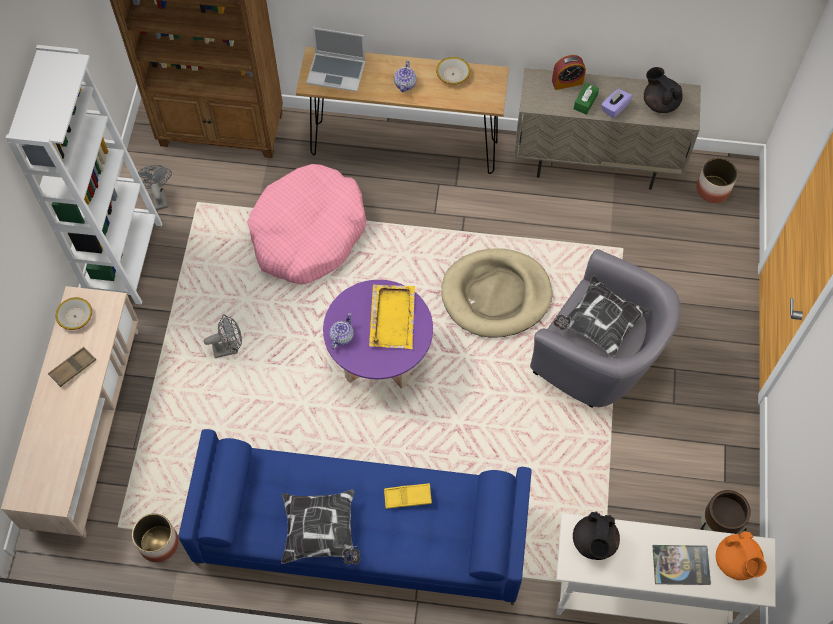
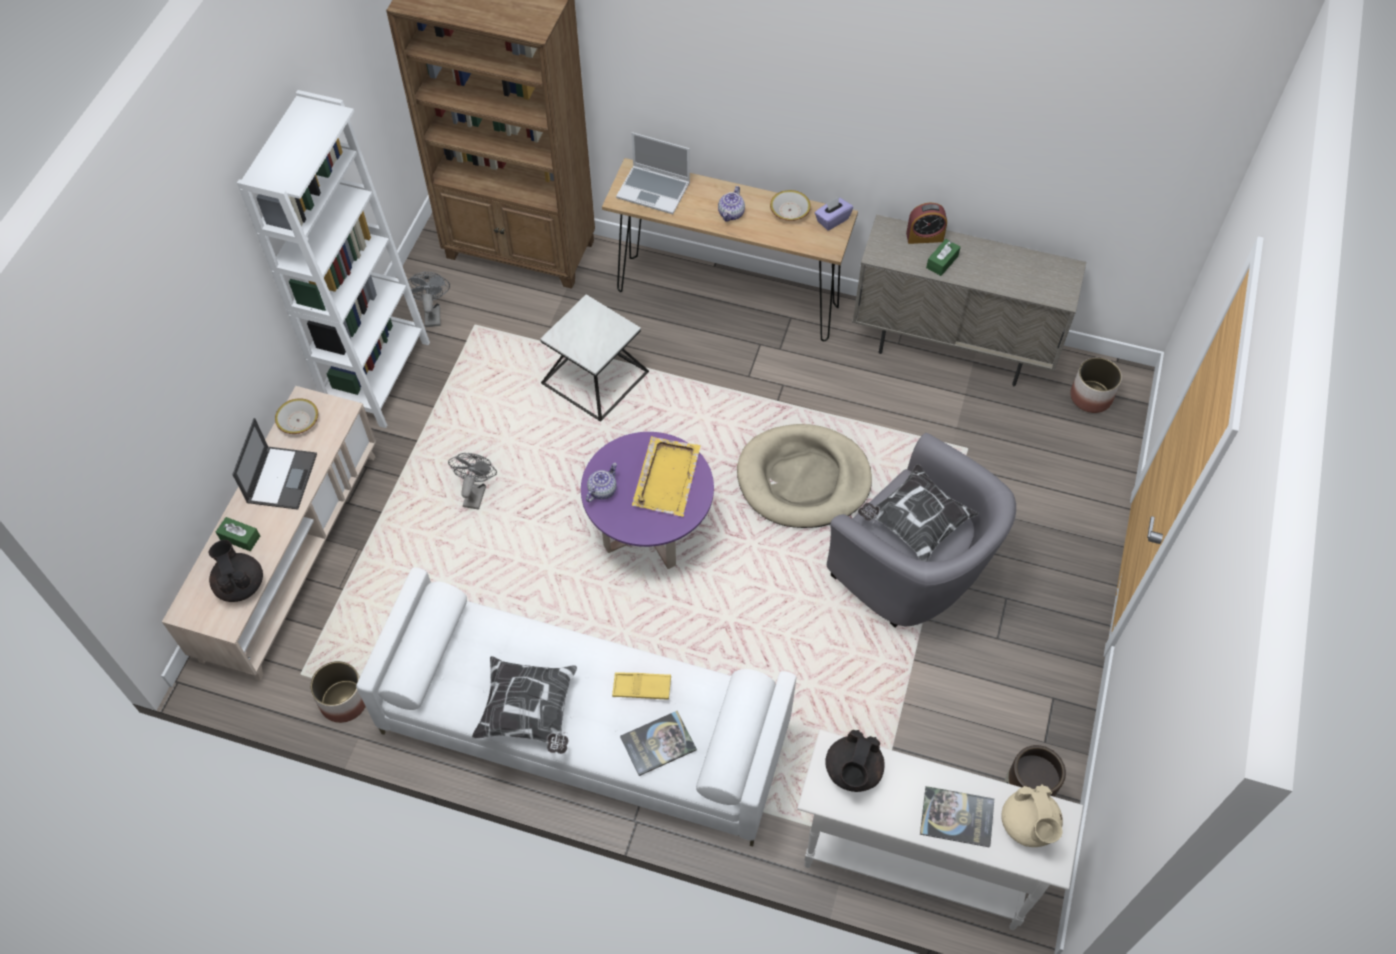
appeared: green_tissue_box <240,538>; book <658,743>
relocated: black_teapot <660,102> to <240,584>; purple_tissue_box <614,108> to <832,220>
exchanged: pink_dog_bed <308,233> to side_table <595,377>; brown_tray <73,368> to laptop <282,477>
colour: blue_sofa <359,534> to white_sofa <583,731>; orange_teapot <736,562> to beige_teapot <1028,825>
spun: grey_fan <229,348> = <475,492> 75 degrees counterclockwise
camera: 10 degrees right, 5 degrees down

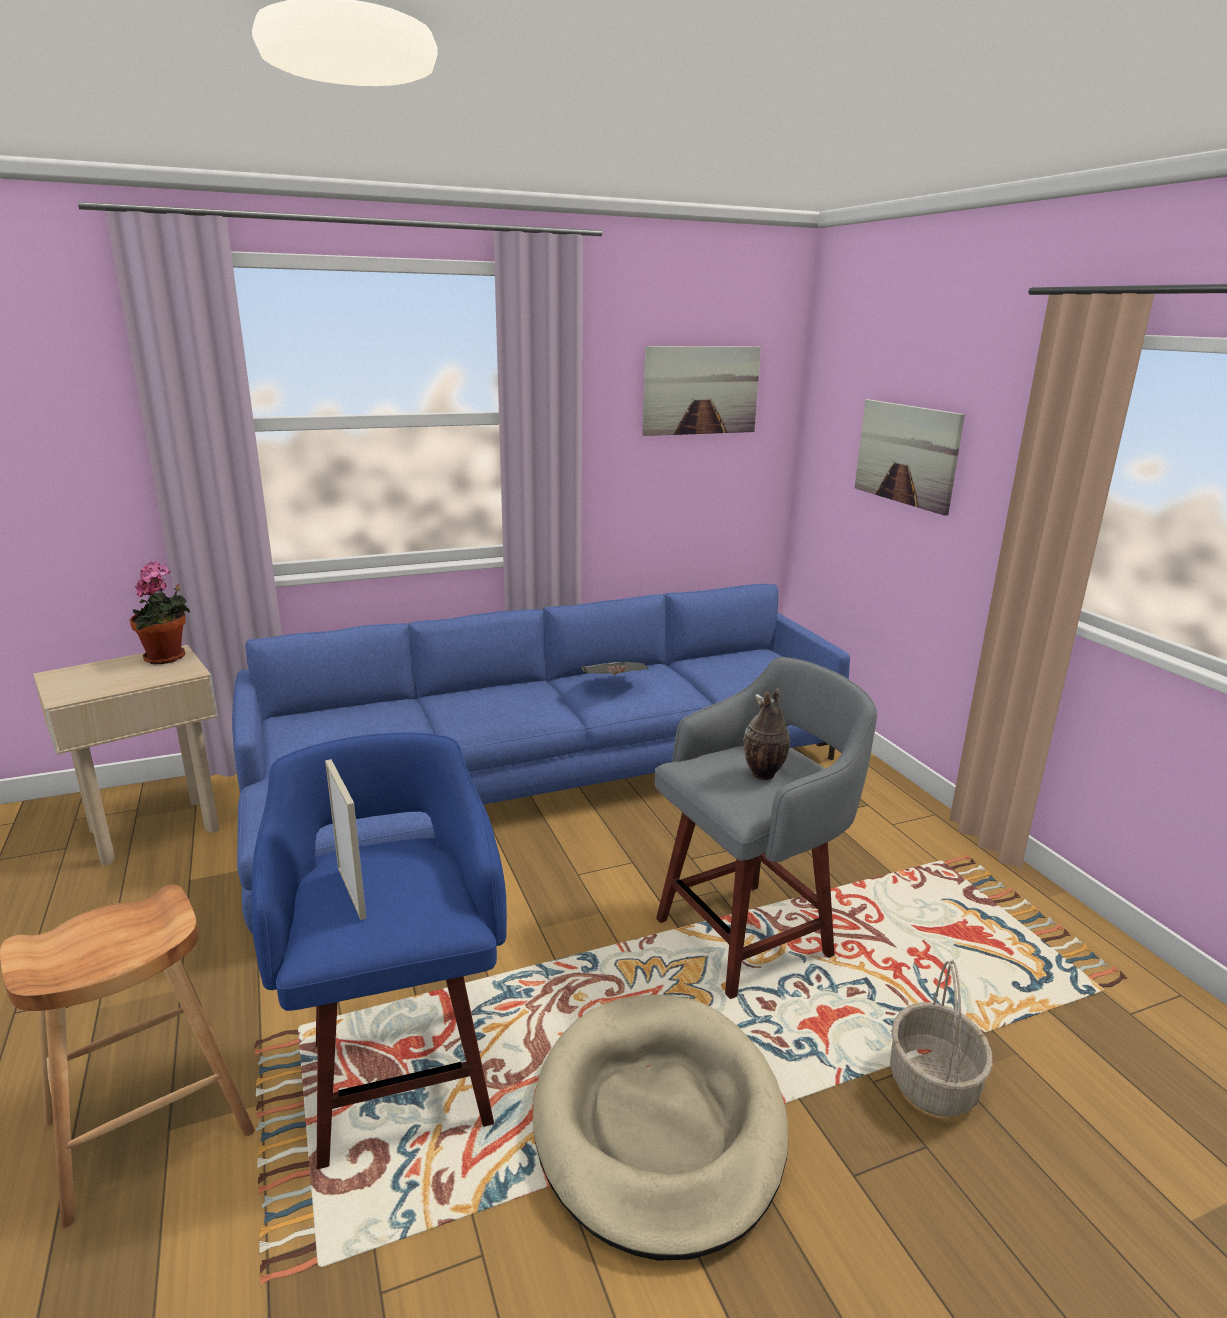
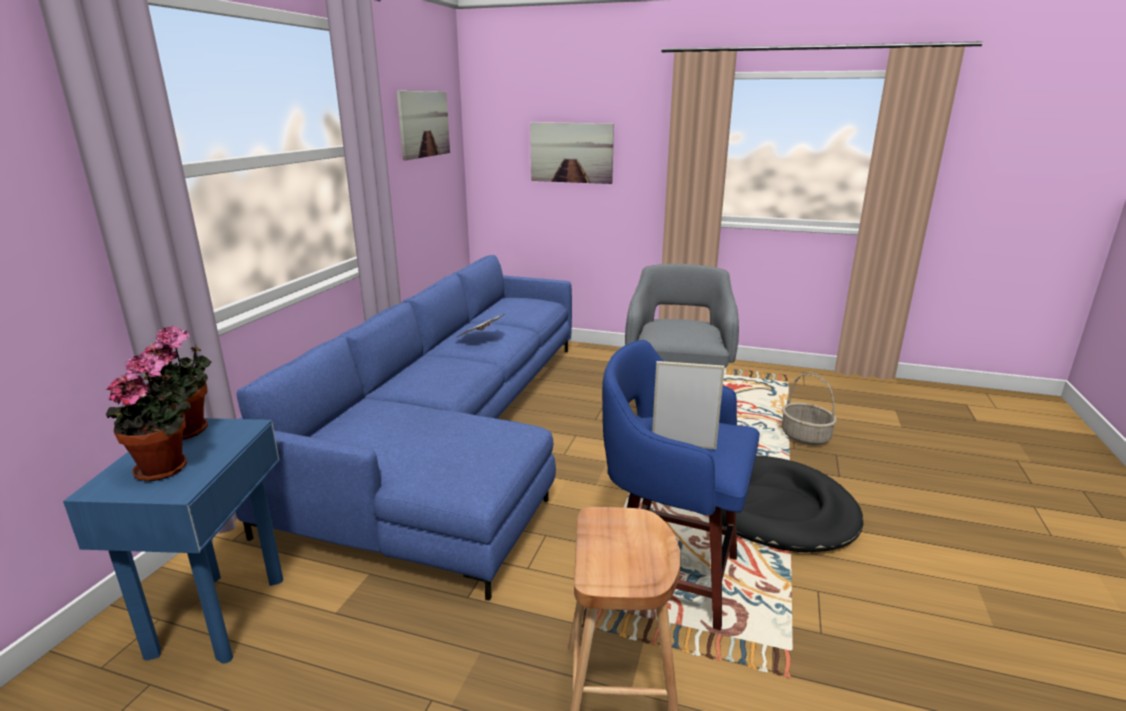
missing: vase <762,775>
appeared: potted_plant <166,467>
colour: beige_side_table <155,830> to blue_side_table <220,615>; beige_dog_bed <658,1123> to black_dog_bed <775,508>
camera: 50 degrees left, 0 degrees up

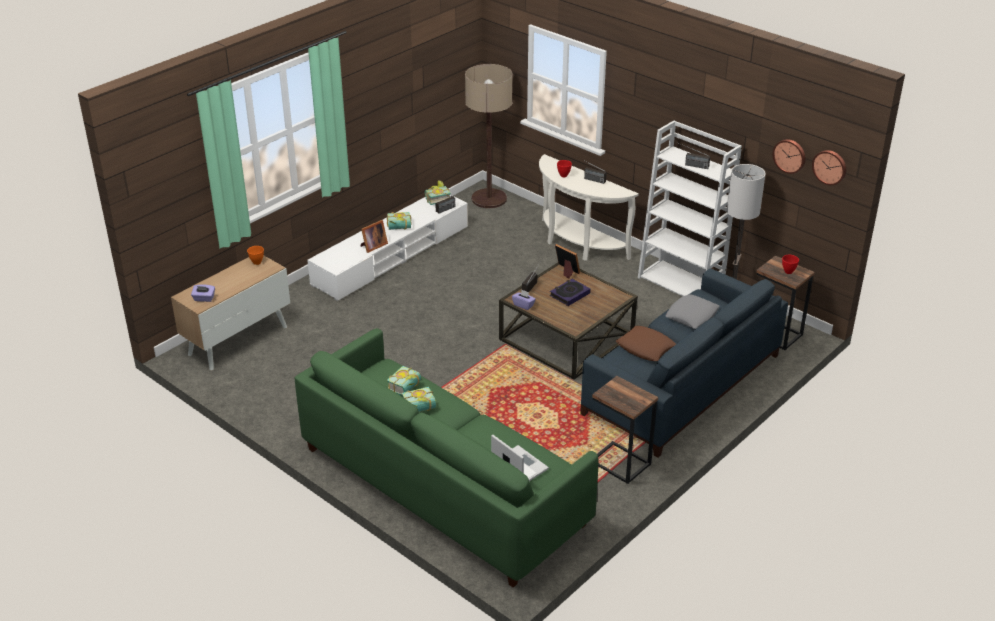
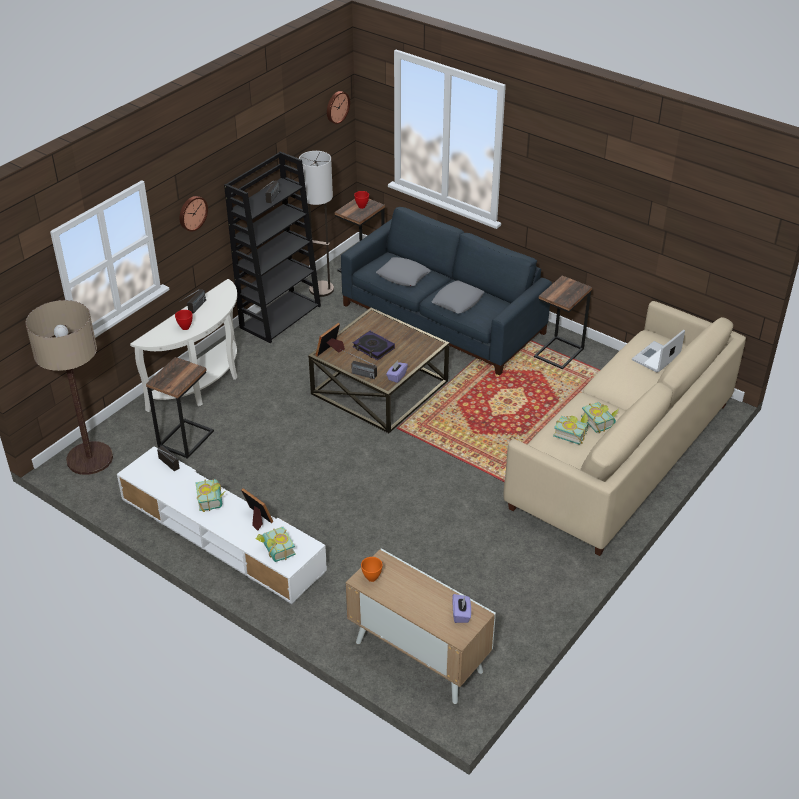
appeared: side_table <185,439>
relocated: wall_clock <790,155> to <192,213>; book <437,199> to <275,551>
colour: white_bookcase <681,283> to black_bookcase <280,316>; brown_pillow <646,348> to grey_pillow <458,301>; green_sofa <442,486> to beige_sofa <622,455>
camera: 95 degrees left, 5 degrees up

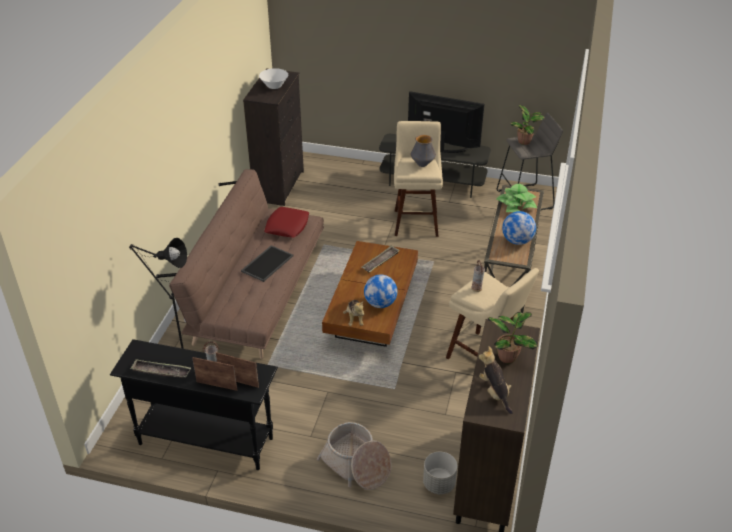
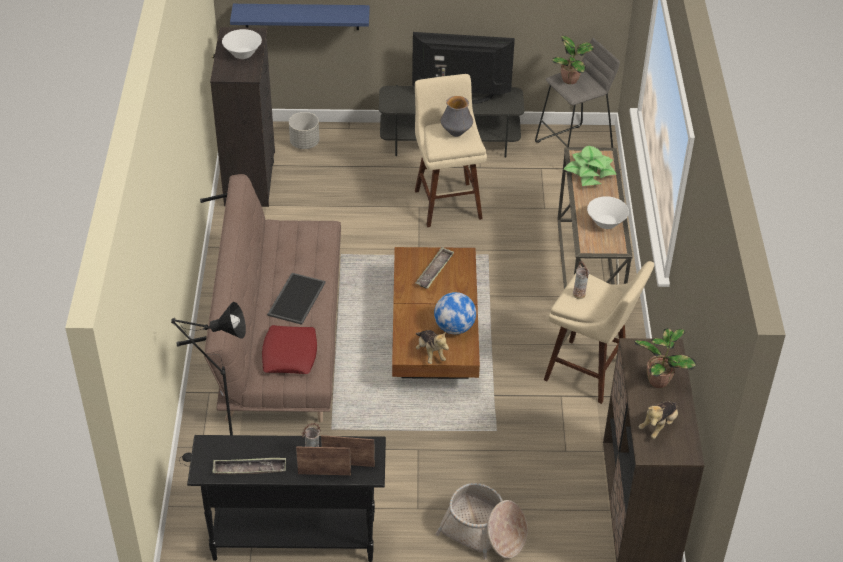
appeared: blue_shelf <301,16>
relocated: red_pillow <287,226> to <289,354>; grey_planter <439,483> to <305,143>
exchanged: globe <517,241> to white_bowl <606,223>
spun: plush_toy <494,392> = <658,425> 105 degrees counterclockwise
camera: 15 degrees left, 5 degrees up

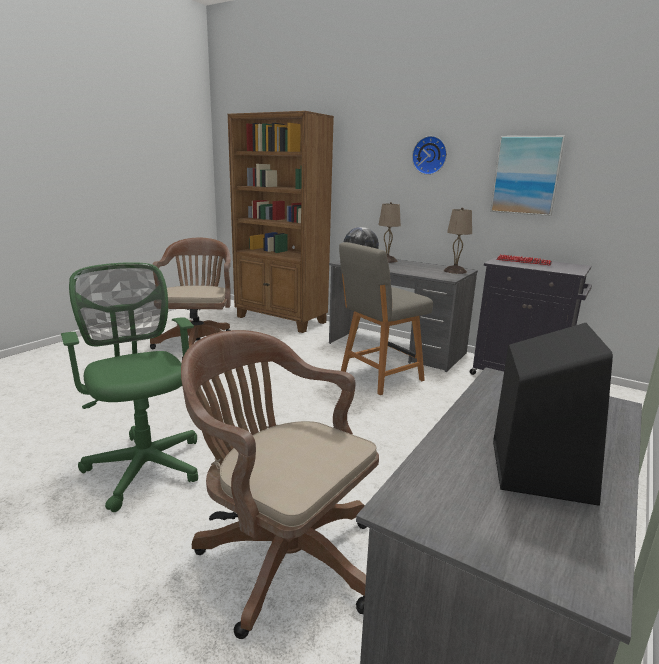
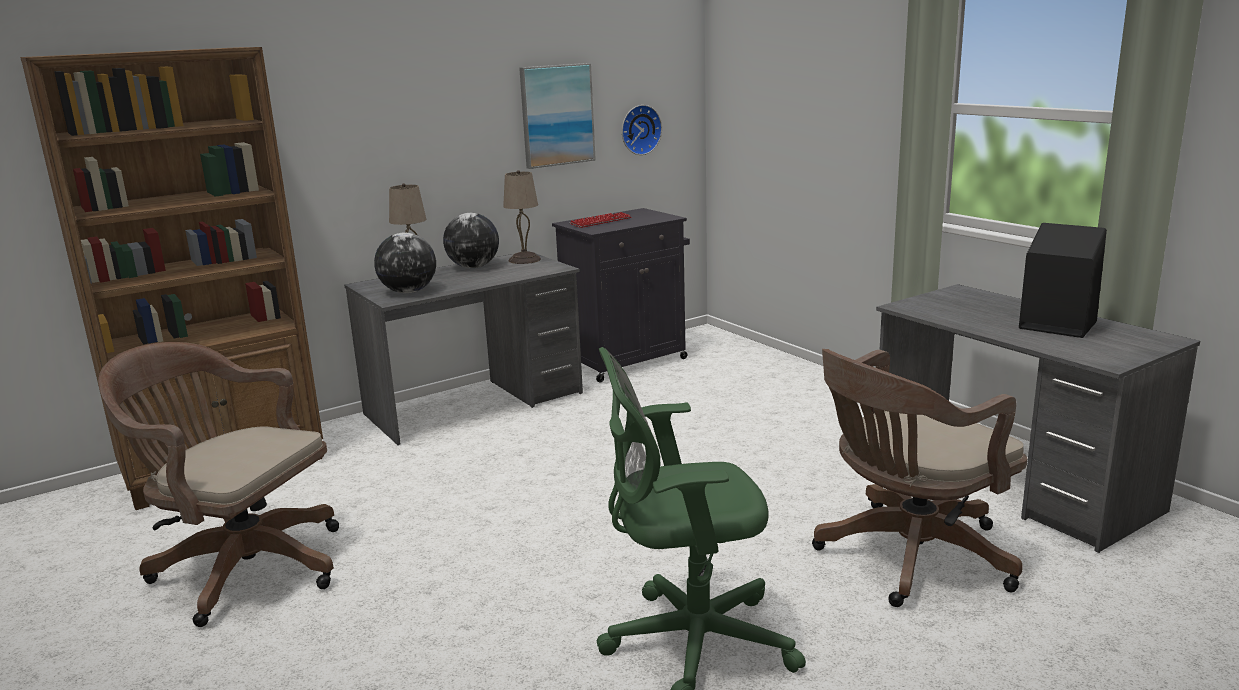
missing: grey_chair <379,377>
appeared: globe <473,267>
relocated: wall_clock <430,155> to <639,129>
camera: 65 degrees left, 0 degrees up

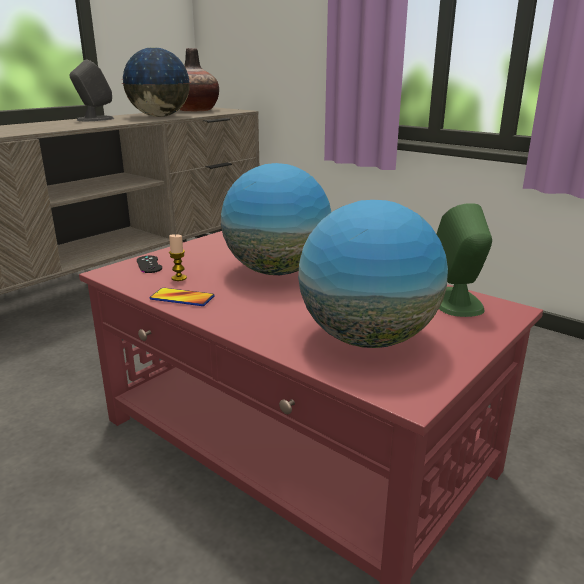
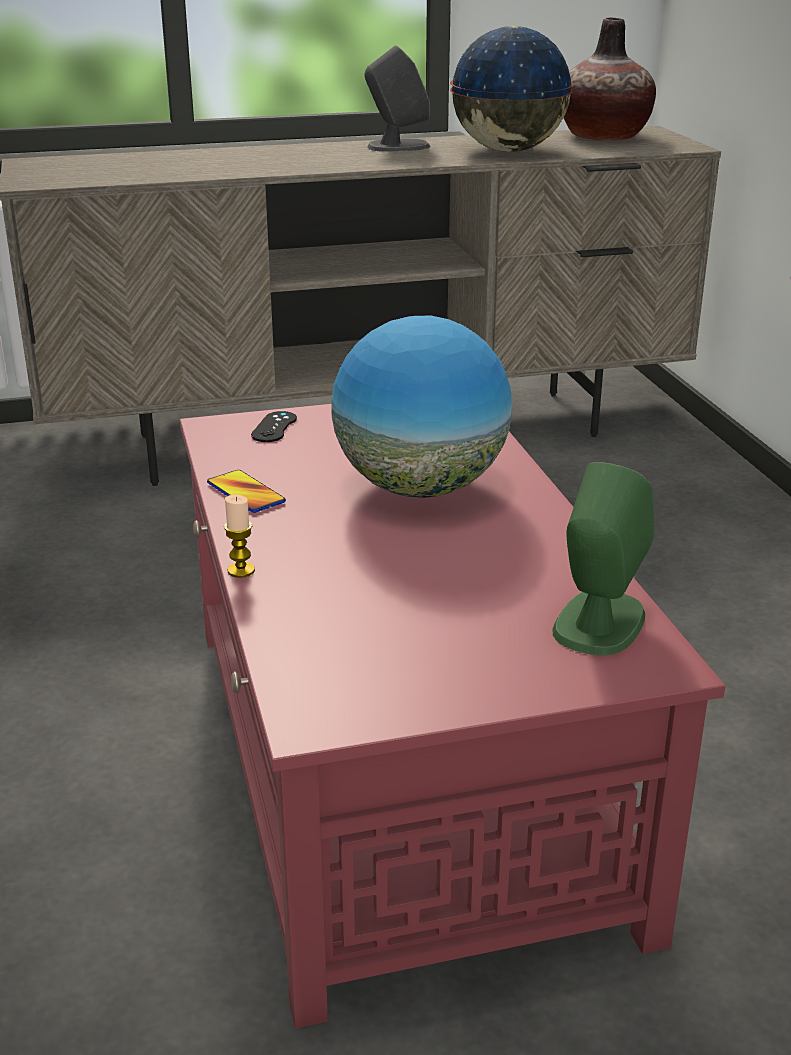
missing: globe <367,339>
relocated: candle <179,278> to <241,570>
camera: 35 degrees right, 5 degrees up

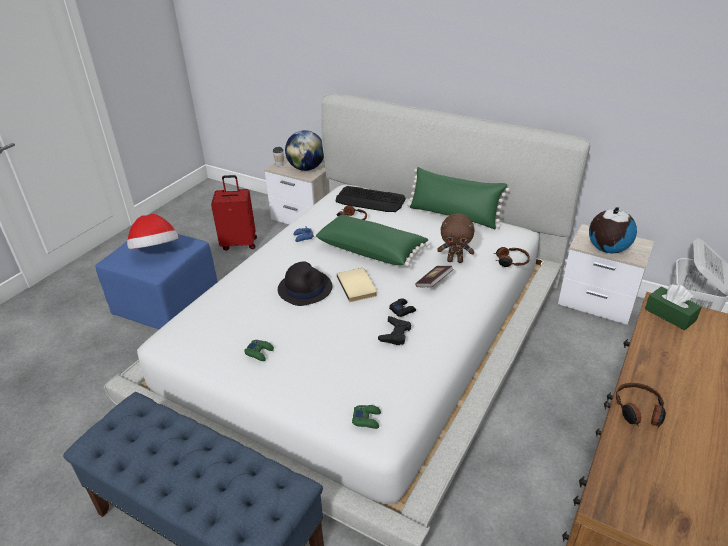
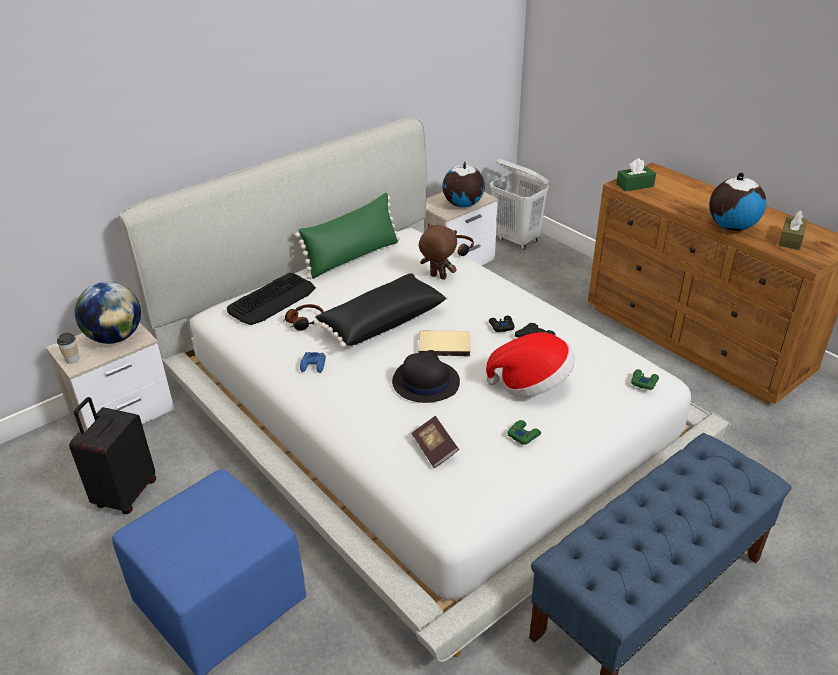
appeared: brown_tissue_box <790,239>
relocated: hat <156,251> to <531,383>; book <434,282> to <434,449>
exchanged: headphones <638,411> to globe <731,227>
colour: red_suitcase <239,243> to black_suitcase <125,494>; green_pillow <371,250> to black_pillow <381,321>
spun: brown_plush_toy <455,260> = <437,277> 90 degrees counterclockwise
camera: 70 degrees left, 0 degrees up

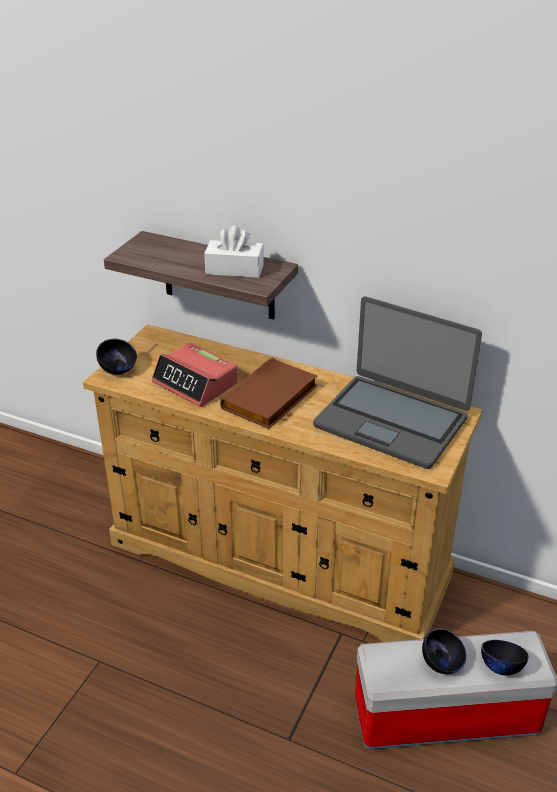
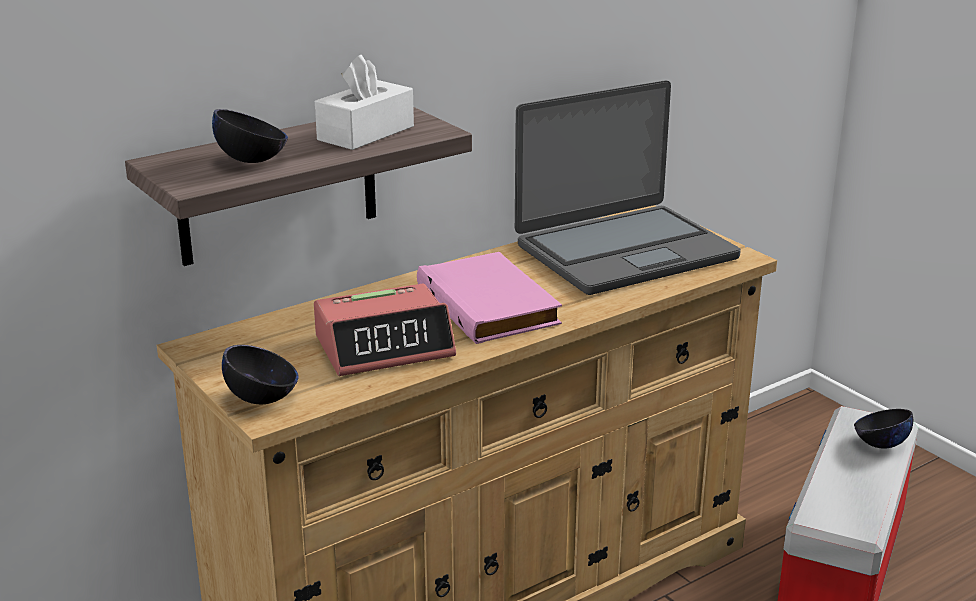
relocated: black_bowl <442,664> to <252,161>
colour: brown_book <271,398> to pink_book <491,305>
camera: 60 degrees left, 10 degrees down

